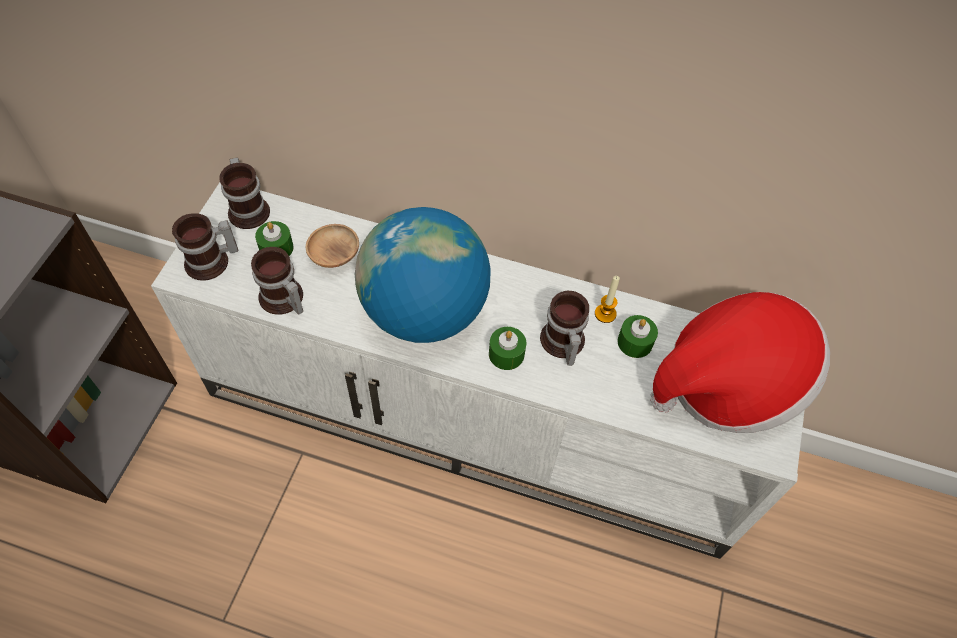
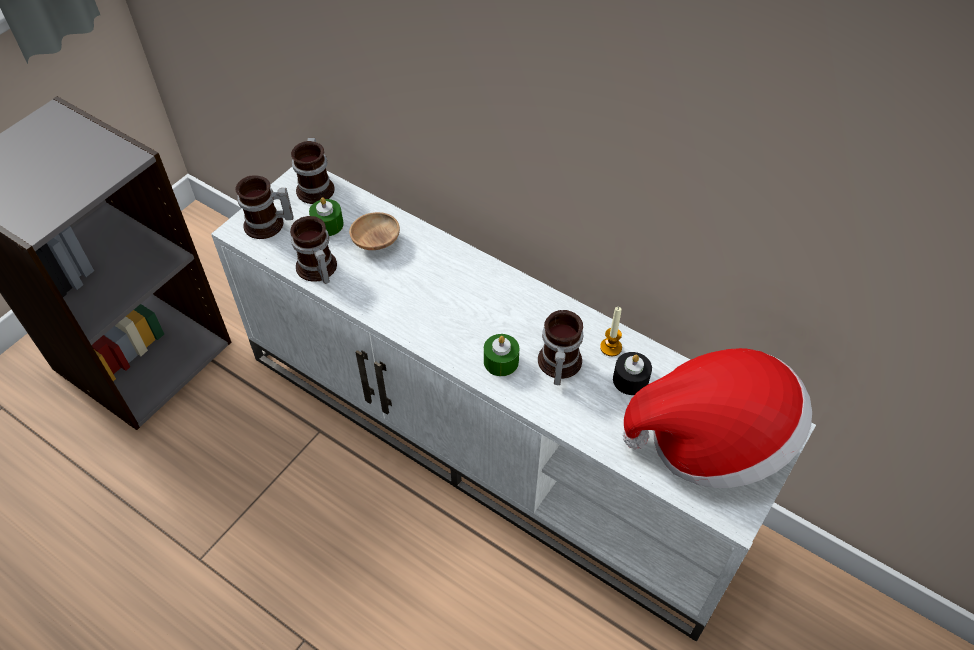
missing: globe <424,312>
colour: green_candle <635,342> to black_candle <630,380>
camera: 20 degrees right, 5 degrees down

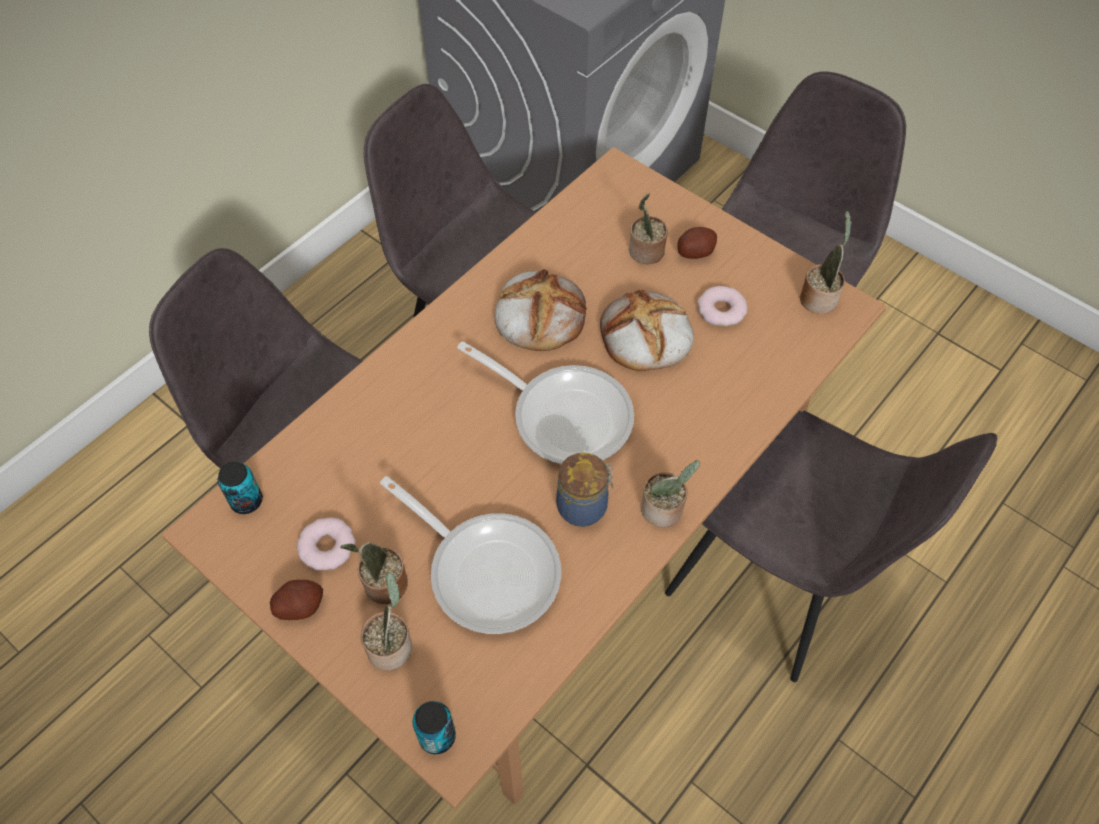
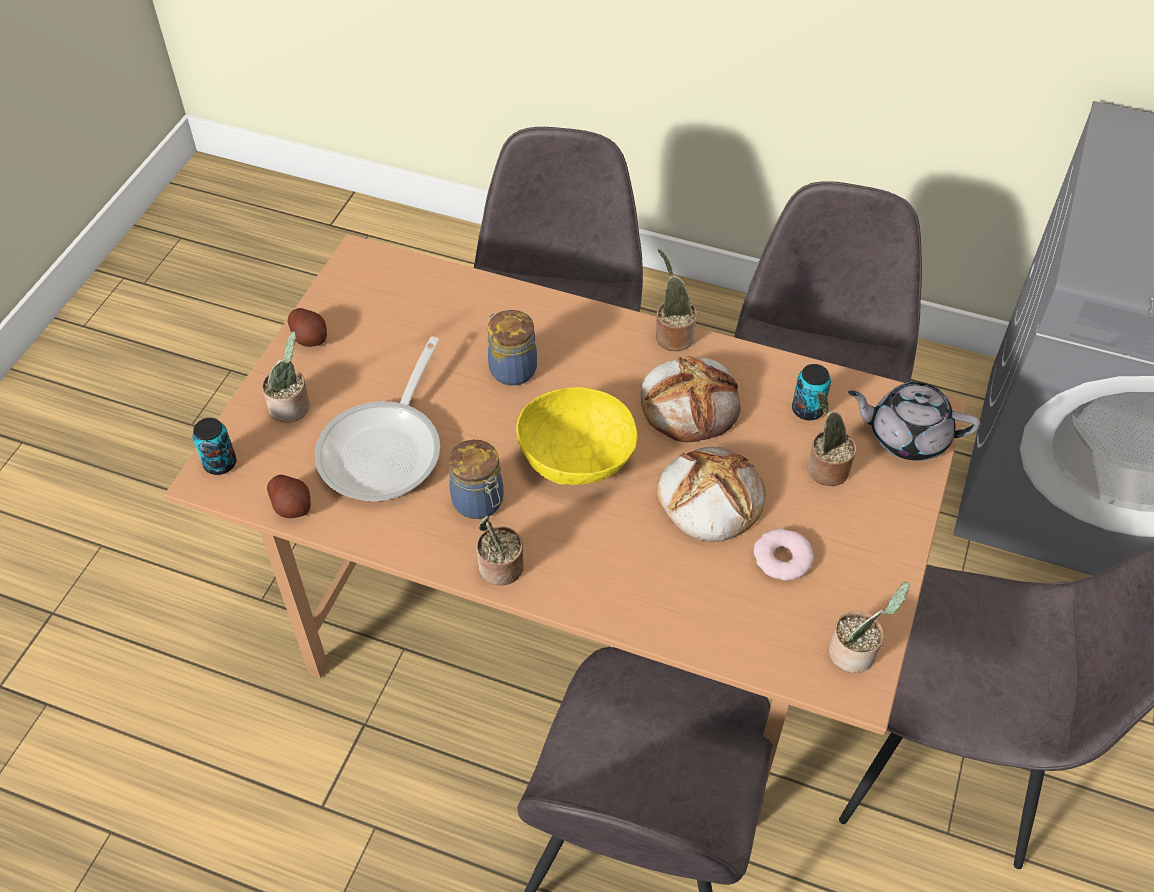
missing: donut <327,546>
appeared: jar <511,369>; grey_teapot <906,436>
relocated: potato <695,252> to <292,506>; can <246,501> to <807,410>; potted_plant <382,585> to <672,335>
exchanged: frying_pan <563,414> to yellow_bowl <577,457>
camera: 70 degrees right, 5 degrees down

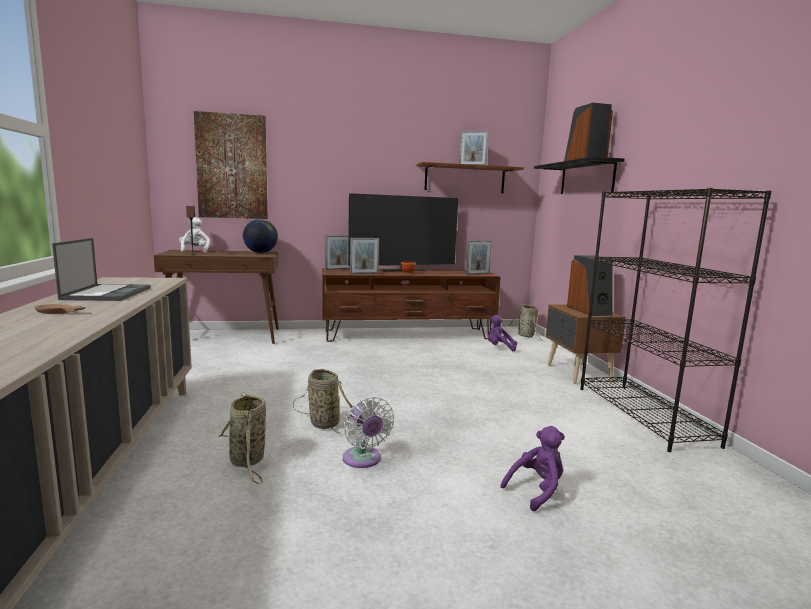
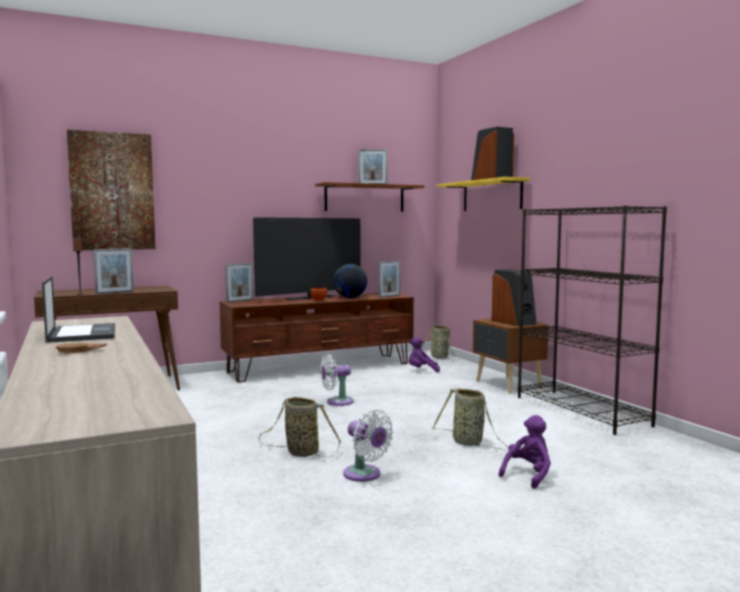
missing: white_plush_toy <195,251>
appeared: white_fan <337,402>
relocated: globe <260,252> to <350,297>; picture_frame <364,273> to <114,292>; basket <248,461> to <469,443>
colour: black_shelf <586,178> to yellow_shelf <491,195>
camera: 15 degrees left, 5 degrees down

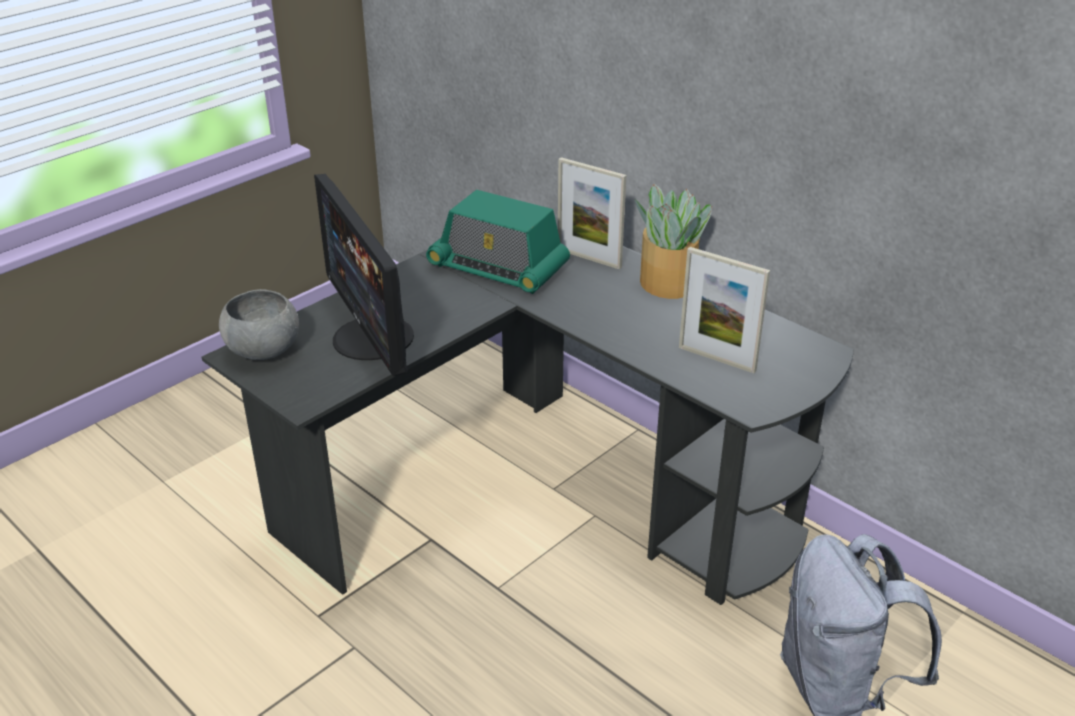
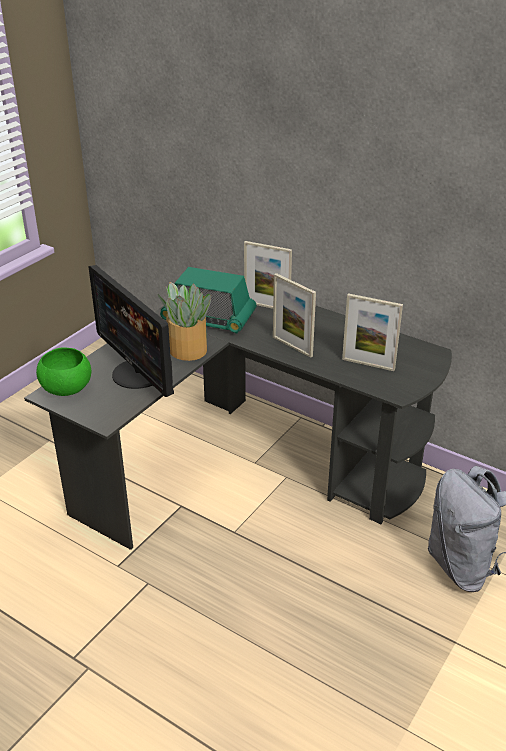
appeared: picture_frame <292,346>
relocated: potted_plant <667,284> to <188,350>
colour: grey_bowl <263,349> to green_bowl <66,388>
camera: 10 degrees left, 0 degrees up

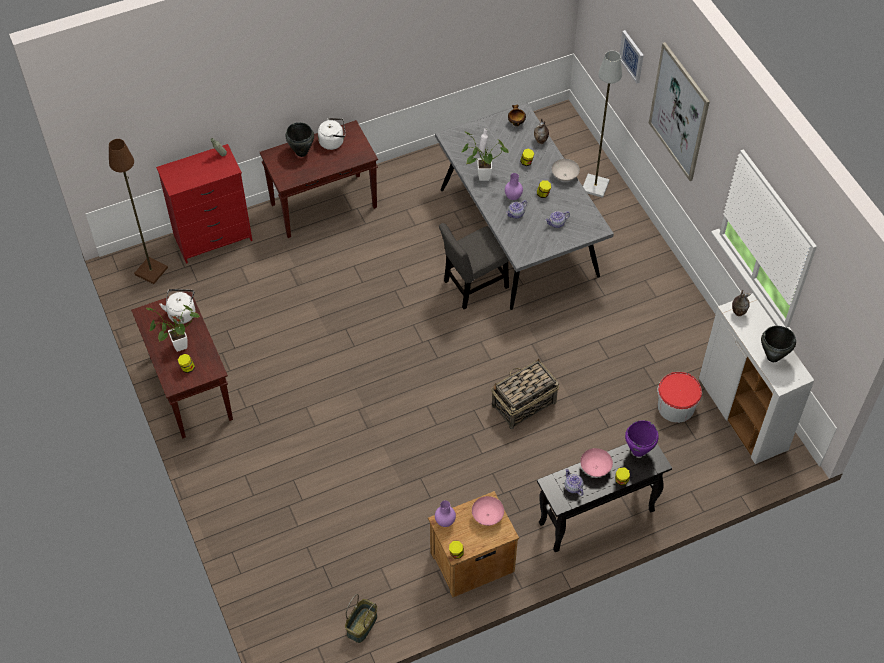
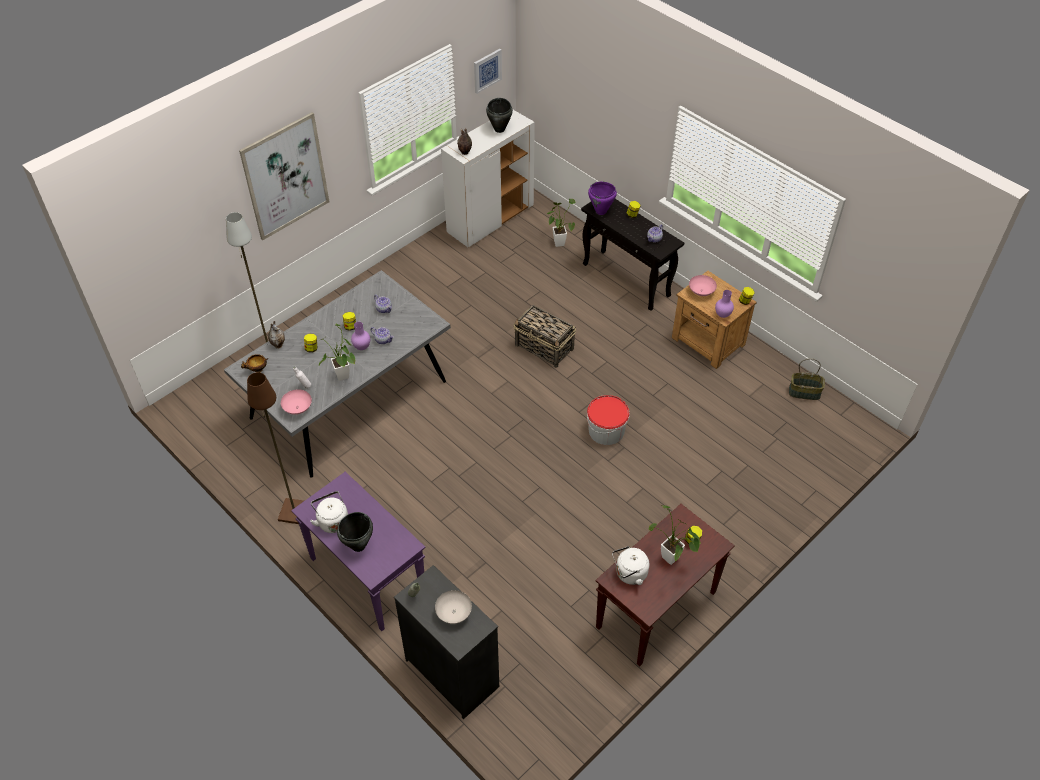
missing: grey_chair <473,286>
appeared: potted_plant <558,241>
relocated: picture <632,56> to <487,70>; brown_floor_lamp <151,270> to <294,512>; white_bowl <565,175> to <453,613>; bucket <676,407> to <606,430>; pink_bowl <595,467> to <297,408>
colour: brown_console_table <324,205> to purple_console_table <366,576>; red_dresser <213,238> to black_dresser <452,673>
camera: 110 degrees left, 5 degrees down

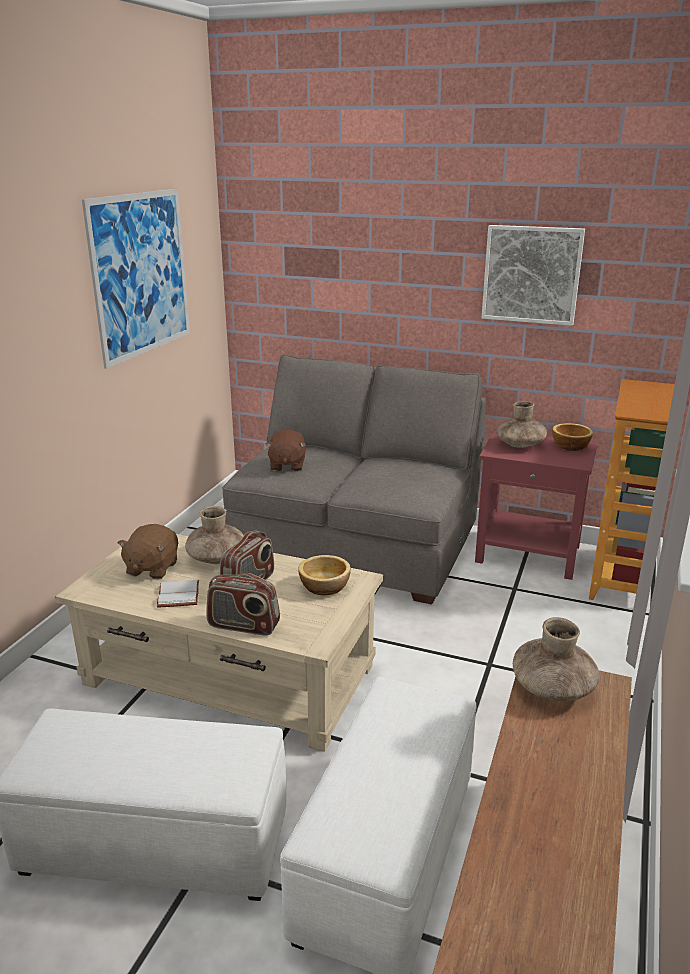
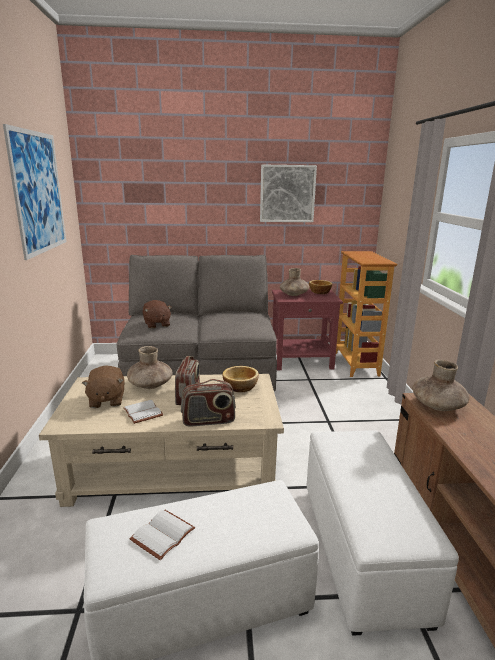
appeared: white_book <162,533>
camera: 25 degrees left, 5 degrees down

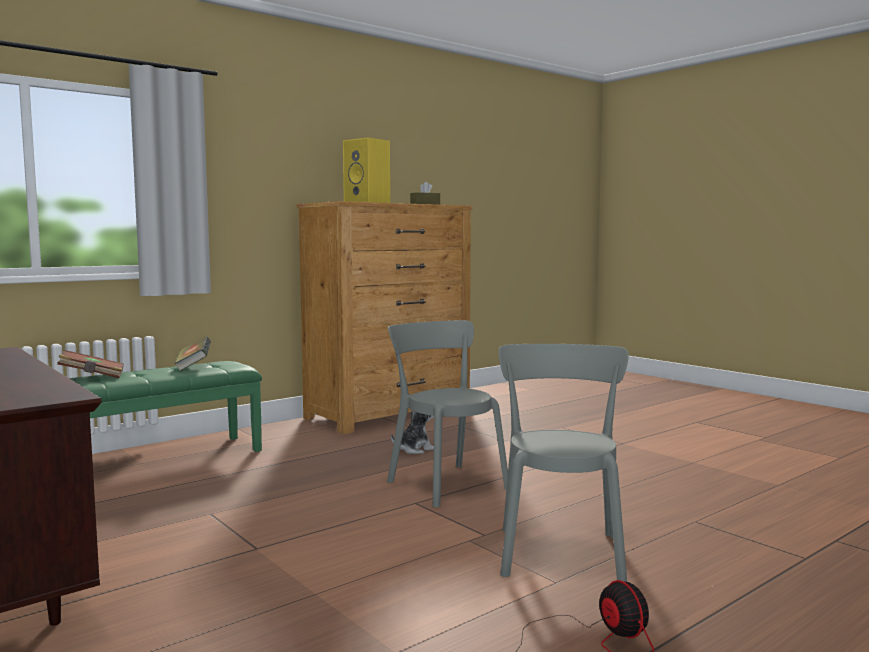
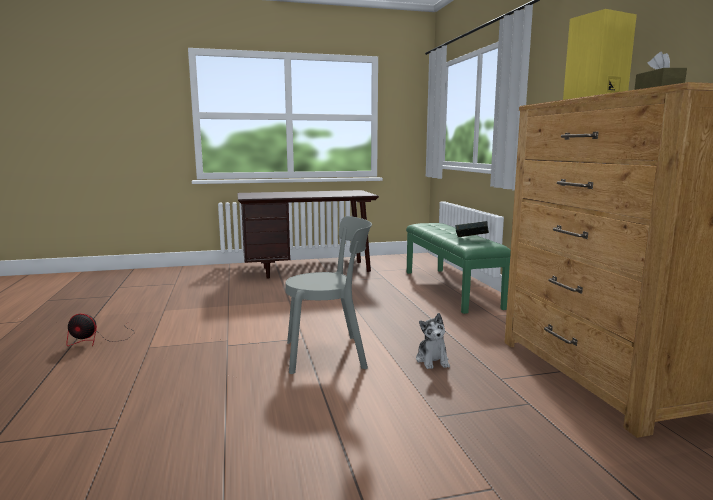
missing: grey_chair <560,551>; brown_book <92,376>
camera: 115 degrees right, 5 degrees up

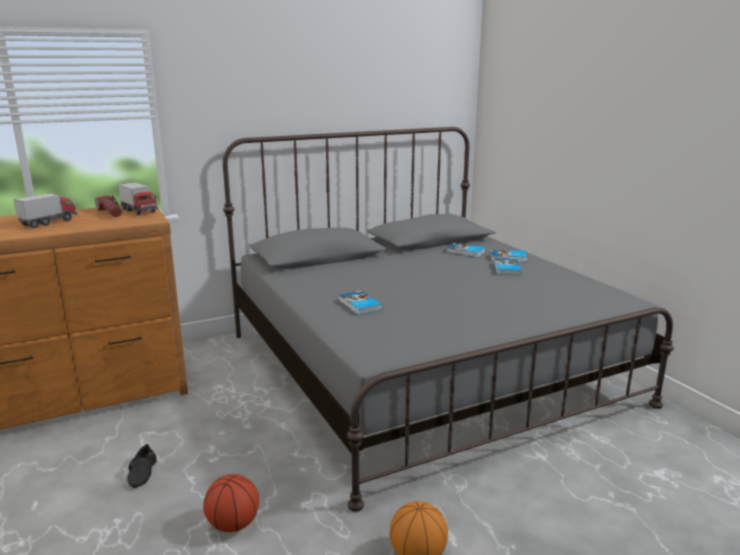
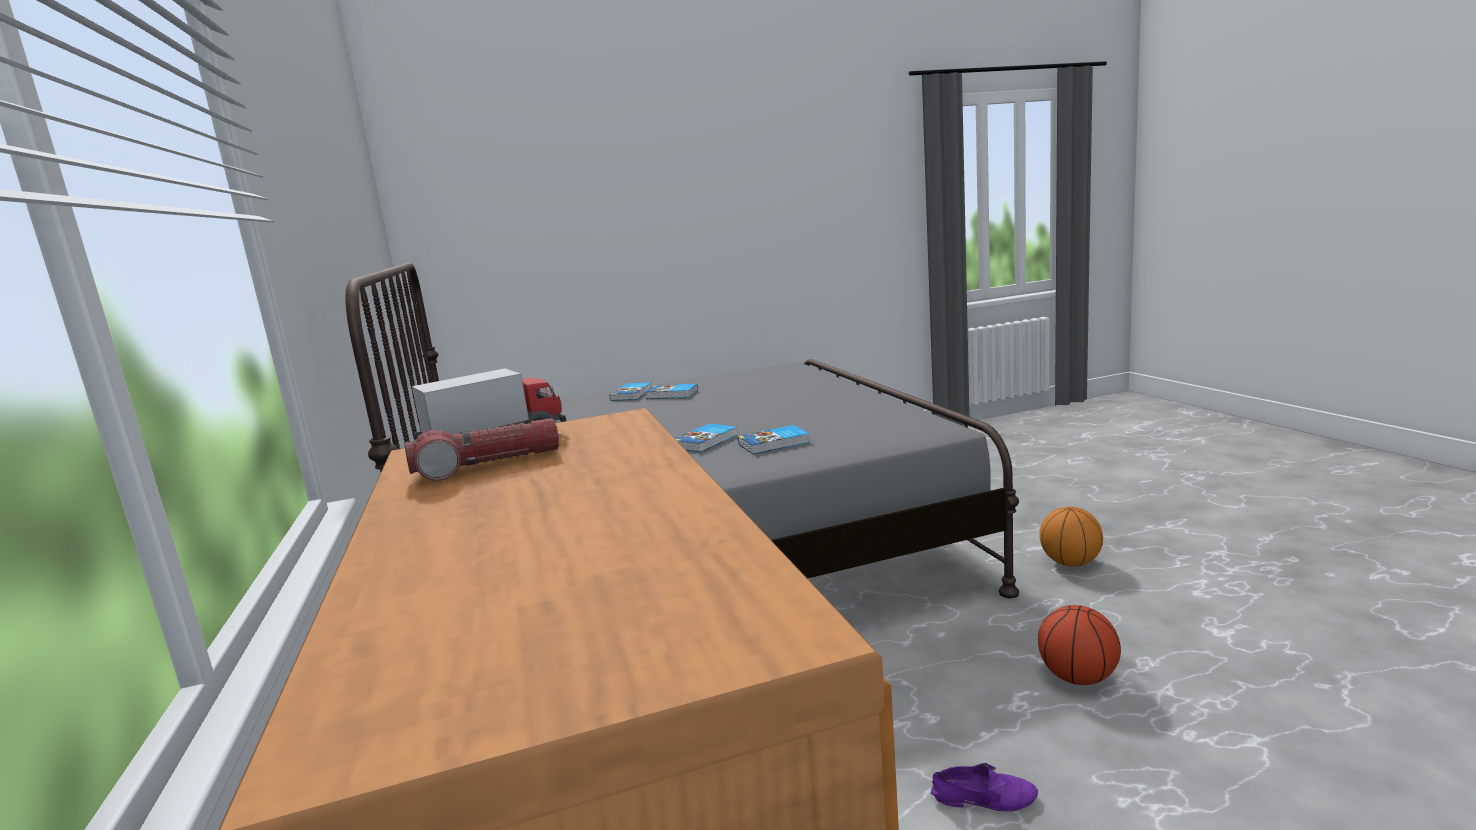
missing: toy_truck <49,222>
relocated: book <466,252> to <706,441>
colour: black_shoe <144,472> to purple_shoe <984,797>
camera: 80 degrees left, 5 degrees down

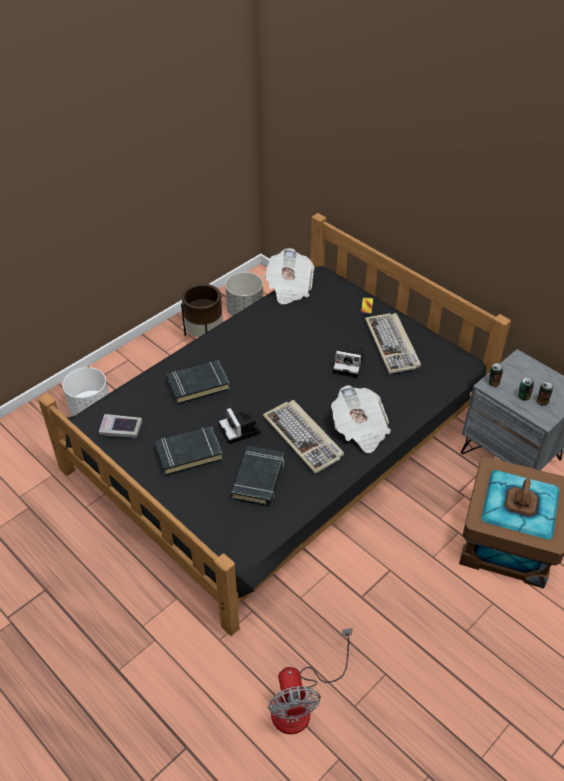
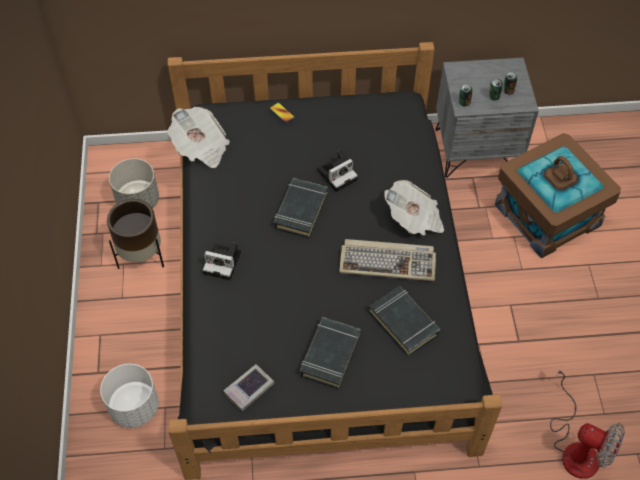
missing: keyboard <392,345>
relocated: black_book <198,385> to <300,210>; photo_camera <240,430> to <224,262>
camera: 50 degrees left, 10 degrees up

